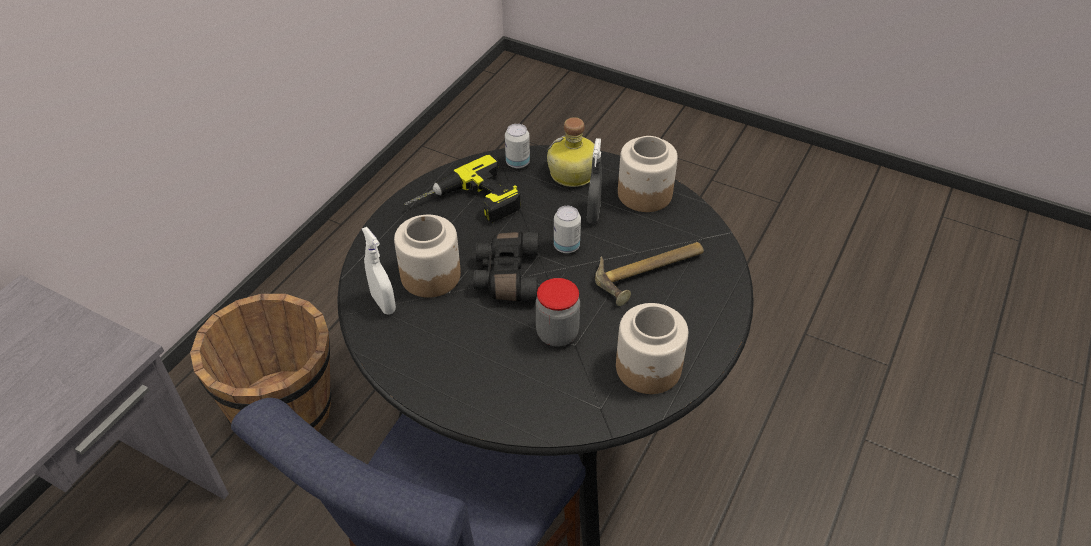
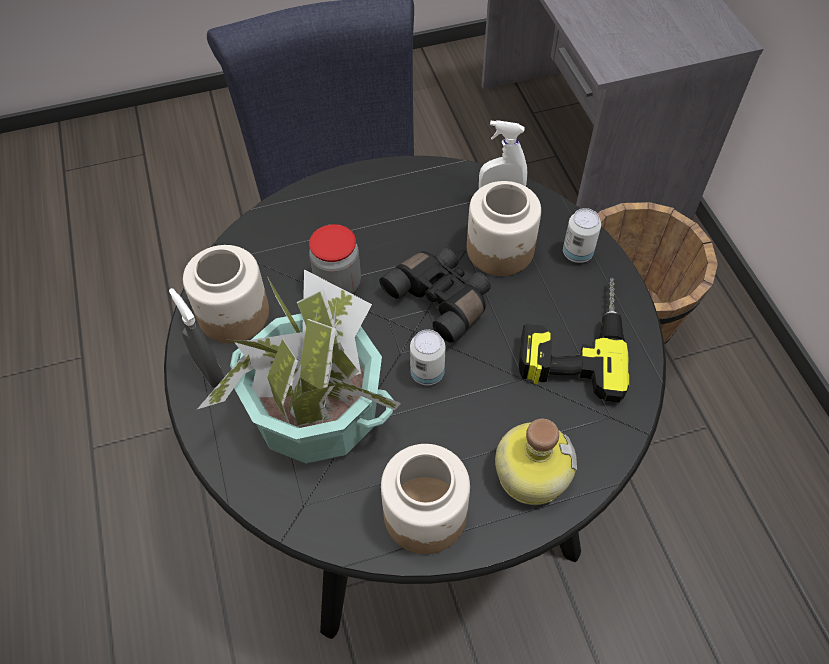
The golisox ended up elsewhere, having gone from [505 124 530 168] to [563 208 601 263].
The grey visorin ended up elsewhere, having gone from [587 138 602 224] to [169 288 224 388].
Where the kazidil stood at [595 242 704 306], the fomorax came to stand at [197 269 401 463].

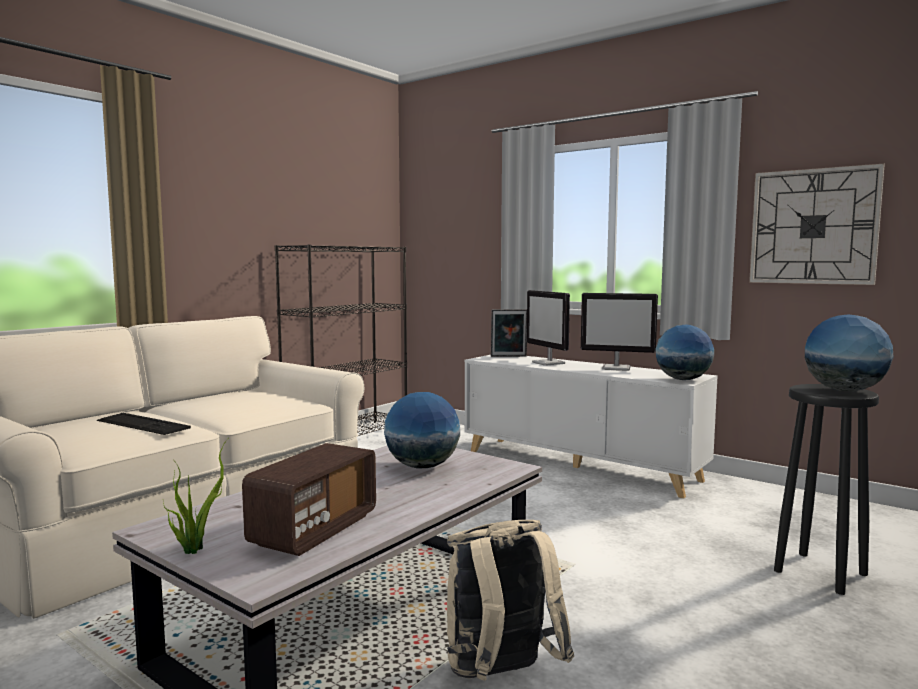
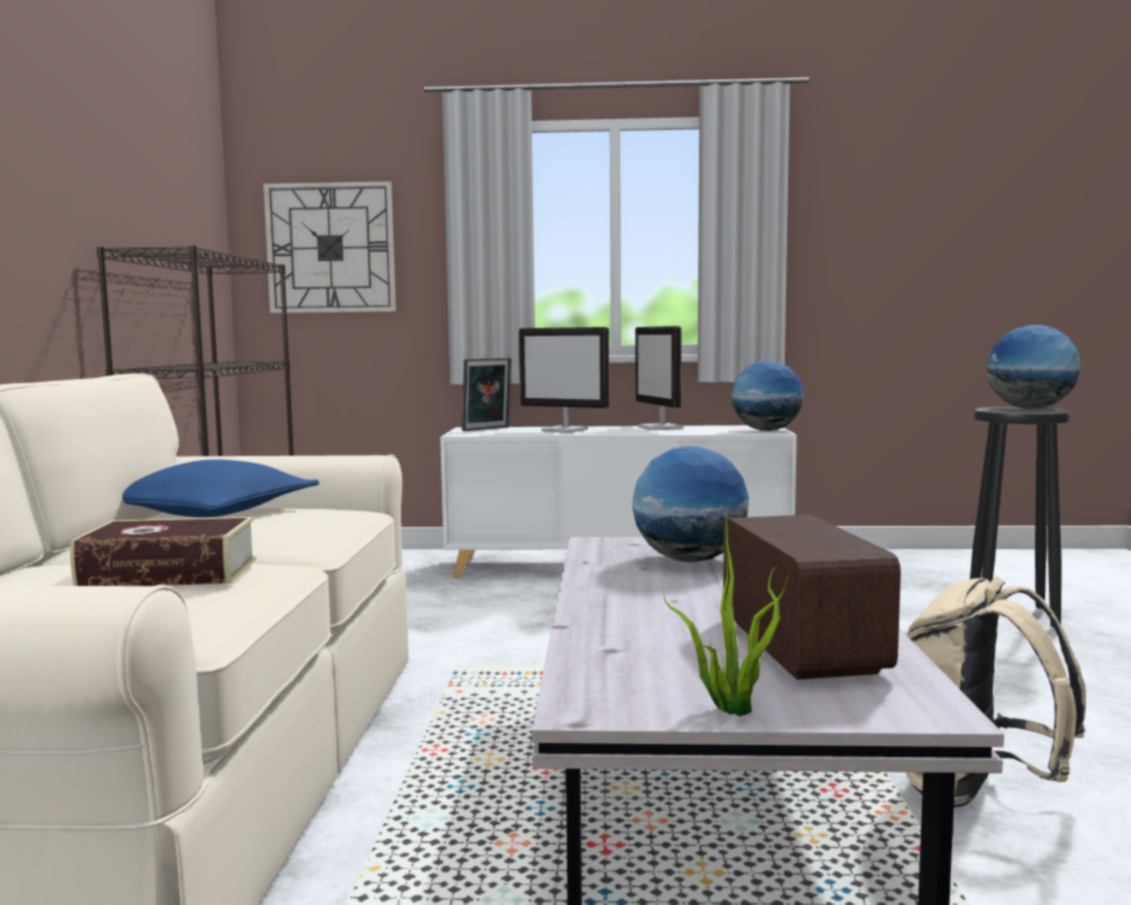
The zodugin ended up elsewhere, having gone from [749 164 885 285] to [263 181 396 313].
The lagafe at [581 293 658 371] ended up facing another way, 90 degrees clockwise from before.
Where the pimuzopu stood at [97 413 191 435], the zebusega came to stand at [70 517 256 586].
The second view gained the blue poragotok at [122 459 319 517].

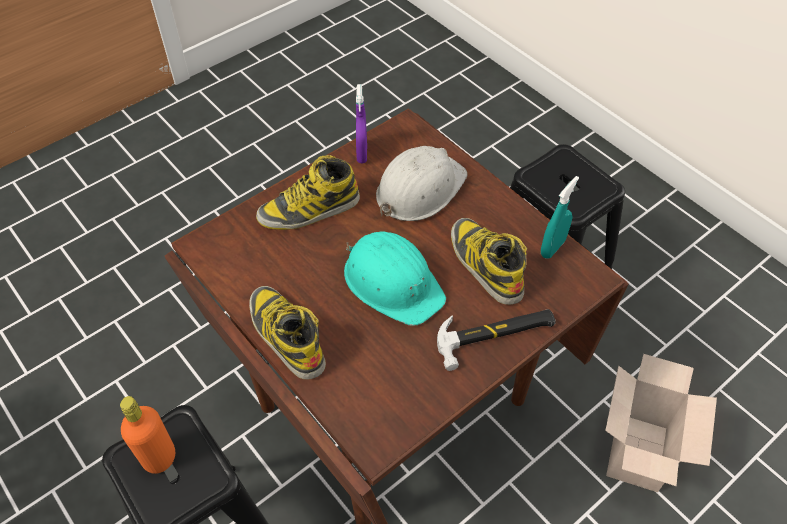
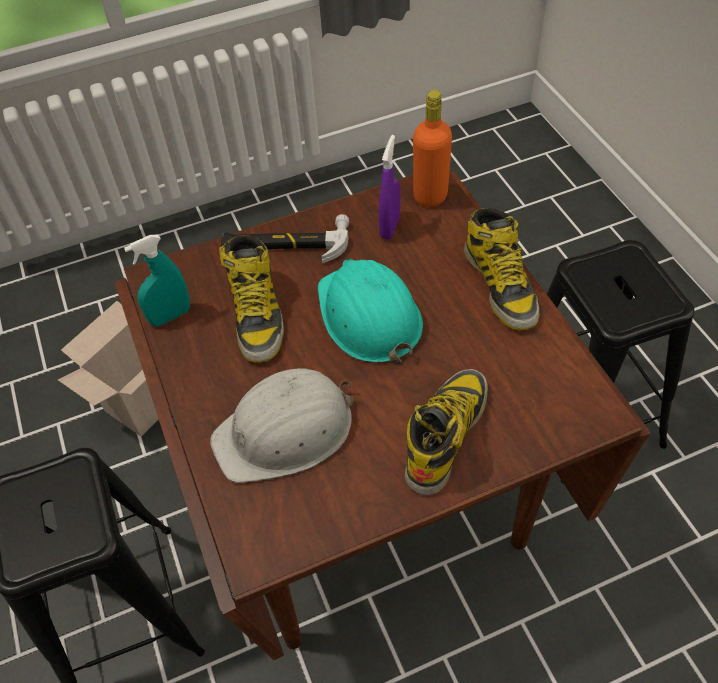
The purple visorin ended up elsewhere, having gone from [356 84 367 163] to [379 135 400 239].
The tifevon at [256 155 360 230] ended up facing another way, 60 degrees counterclockwise from before.
The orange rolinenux ended up elsewhere, having gone from [120 396 175 474] to [413 90 452 207].

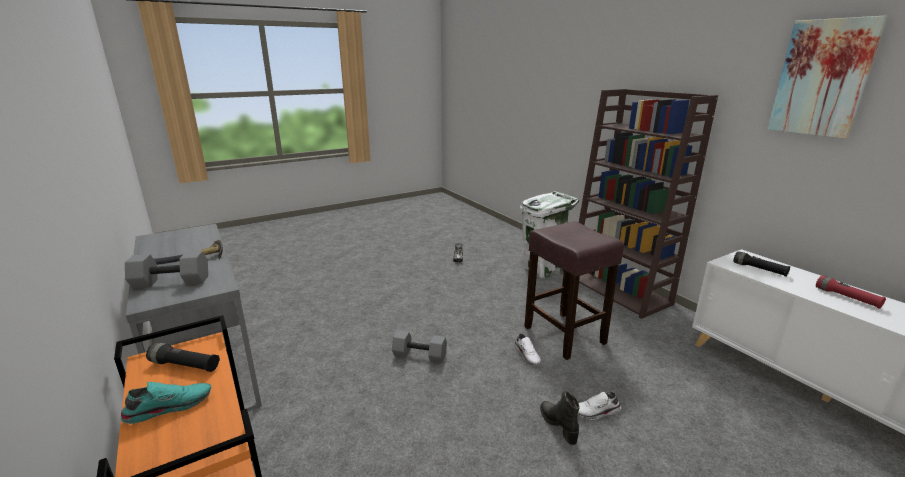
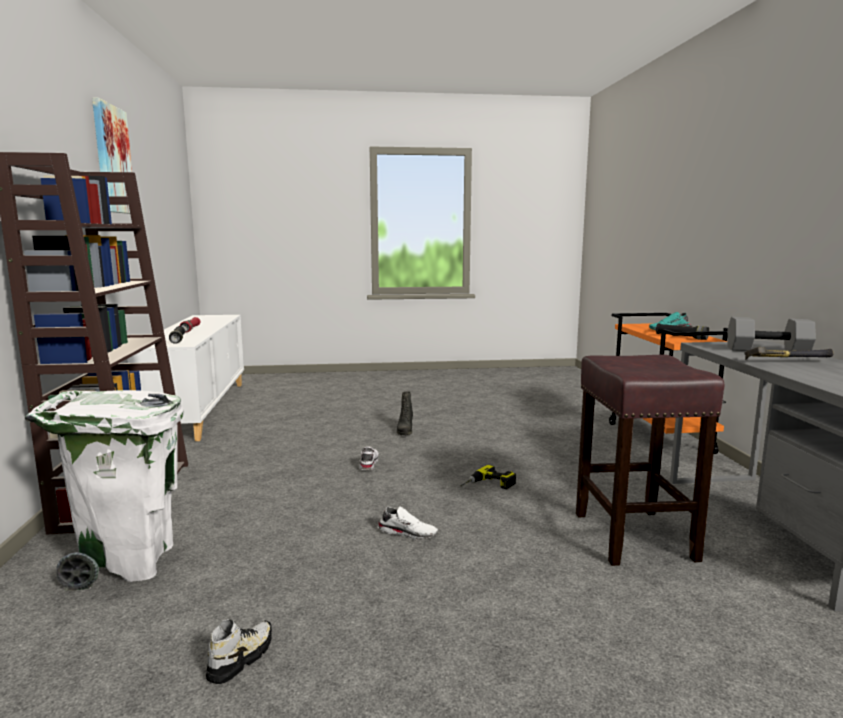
The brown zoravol ended up elsewhere, having gone from [524 221 624 360] to [576 354 724 566].
Where the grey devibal stood at [392 330 447 363], the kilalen came to stand at [460 465 516 489].
The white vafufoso ended up elsewhere, having gone from [578 392 621 420] to [378 506 438 540].

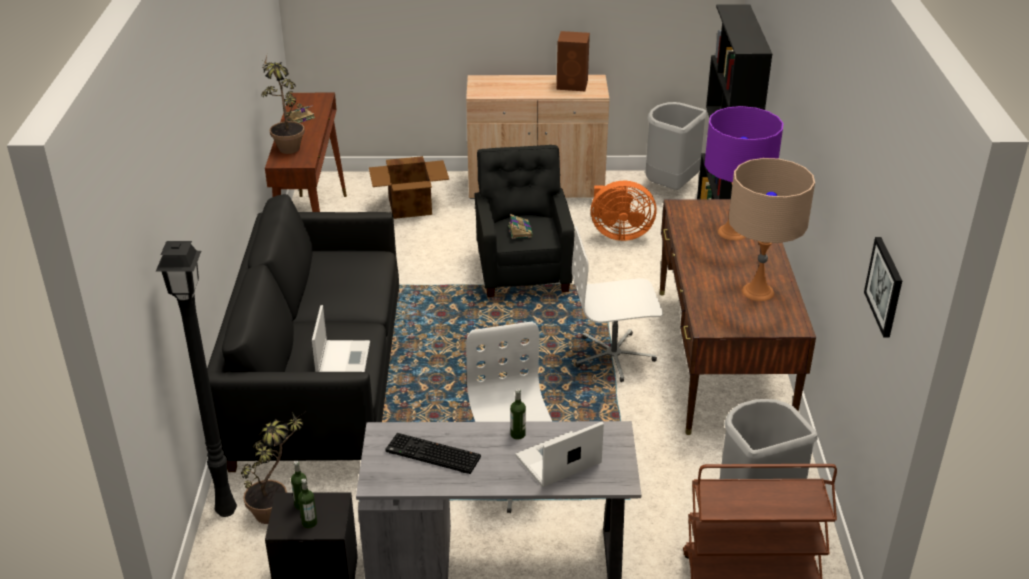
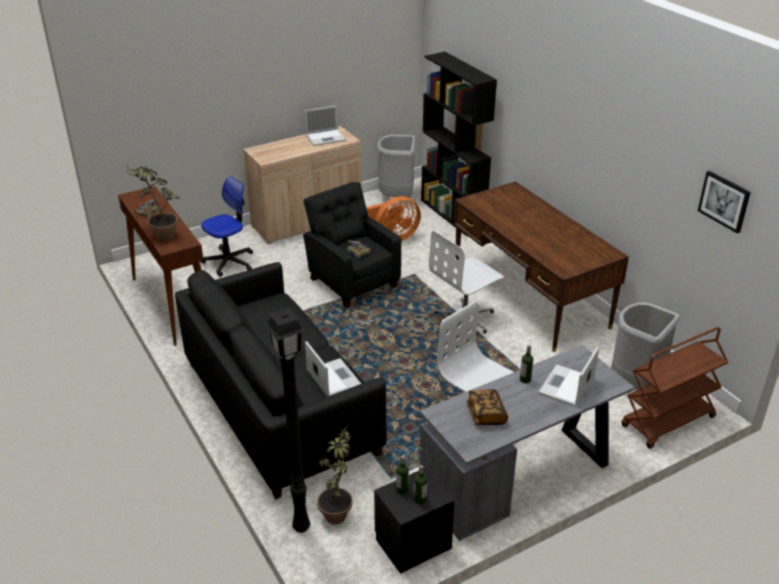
Where the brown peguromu stood at [557 31 590 91], the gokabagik came to stand at [304 105 346 146].
The second view lost the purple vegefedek at [704 106 783 240].
Where the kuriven stood at [369 156 449 219], the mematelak came to stand at [201 176 253 277].
The second view lost the beige vegefedek at [729 158 815 301].
Where the pimuzopu stood at [386 433 481 474], the zebusega came to stand at [467 389 508 425].

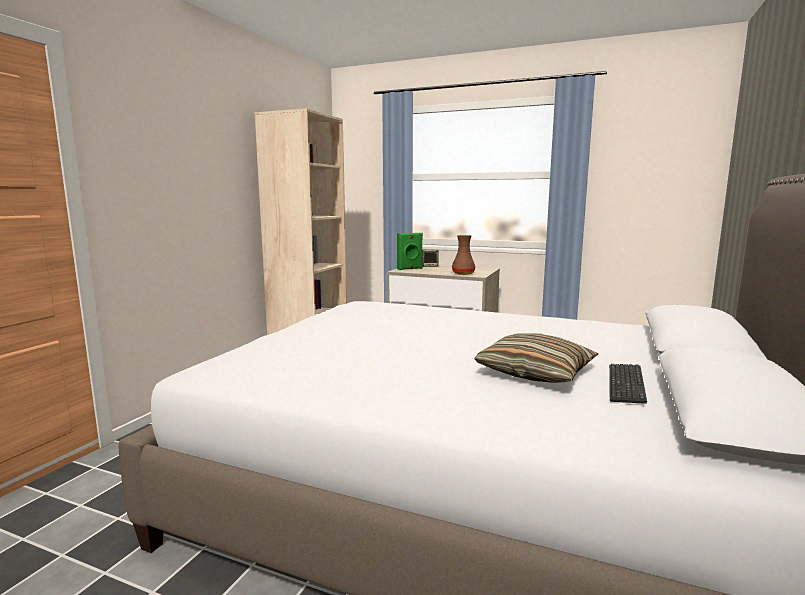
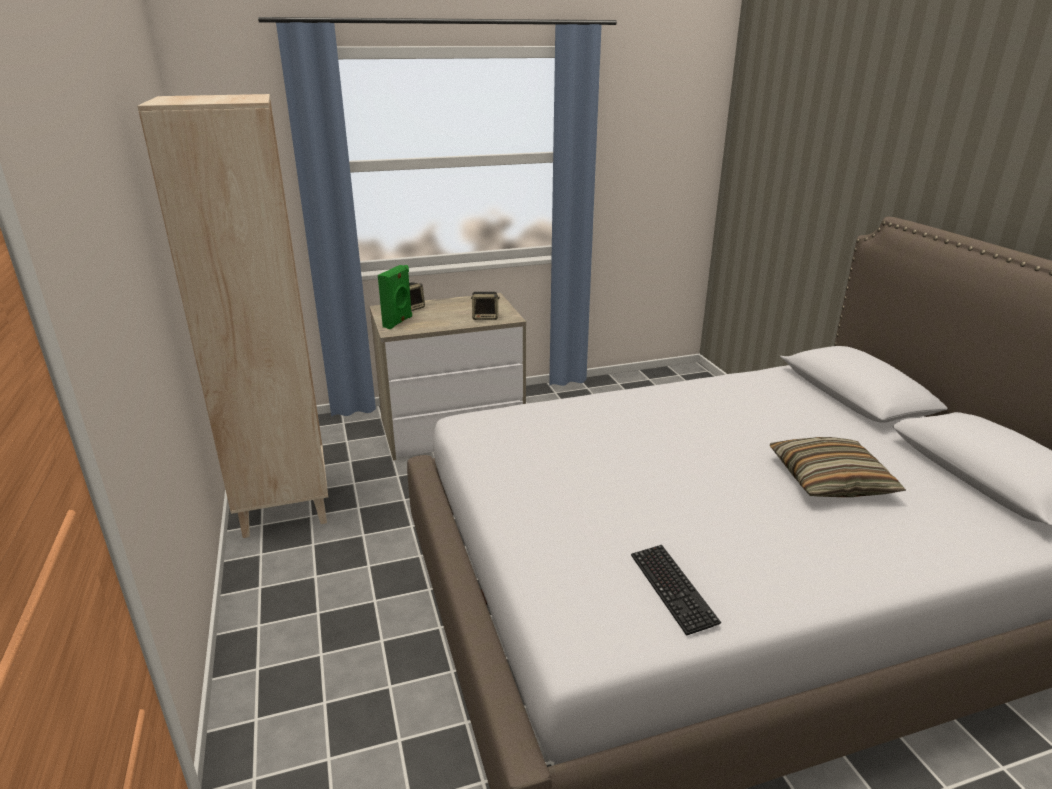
Where the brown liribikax stood at [452 235 475 275], the peguromu came to stand at [471 292 500 320].
The pimuzopu ended up elsewhere, having gone from [609 364 647 404] to [631 545 721 636].

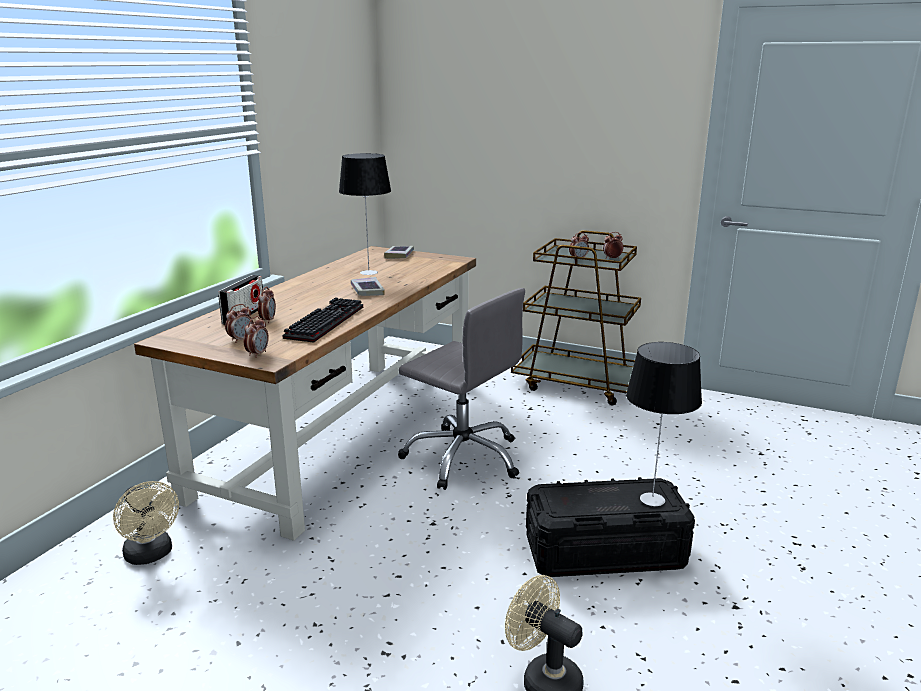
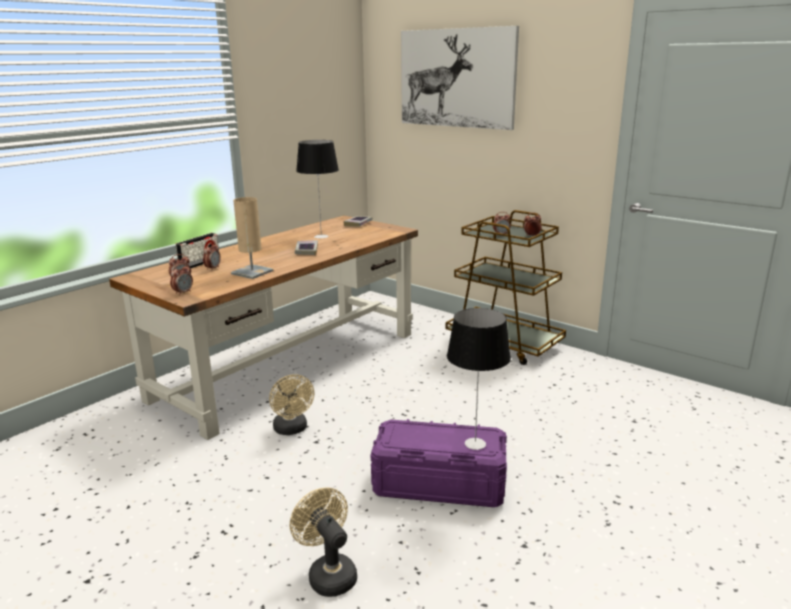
The second view lost the grey mematelak at [398 288 525 490].
Where the pimuzopu stood at [282 297 363 343], the beige vegefedek came to stand at [231 197 273 279].
What was the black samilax at [526 477 695 577] turned into the purple samilax at [371 419 507 507].
The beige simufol ended up elsewhere, having gone from [113 481 179 565] to [269 374 314 435].
The second view gained the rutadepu at [401 26 519 130].

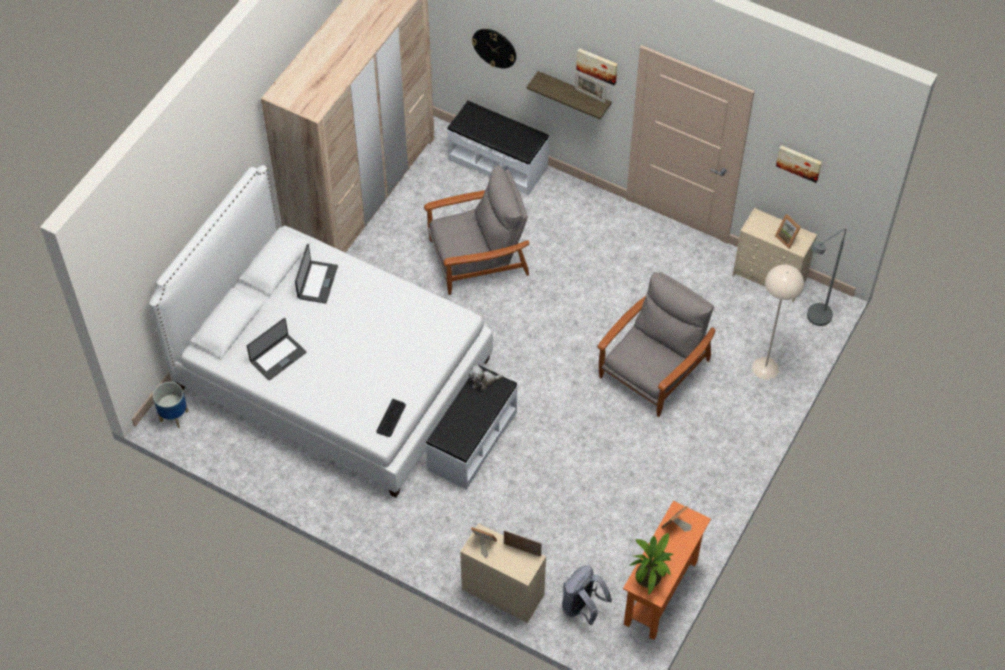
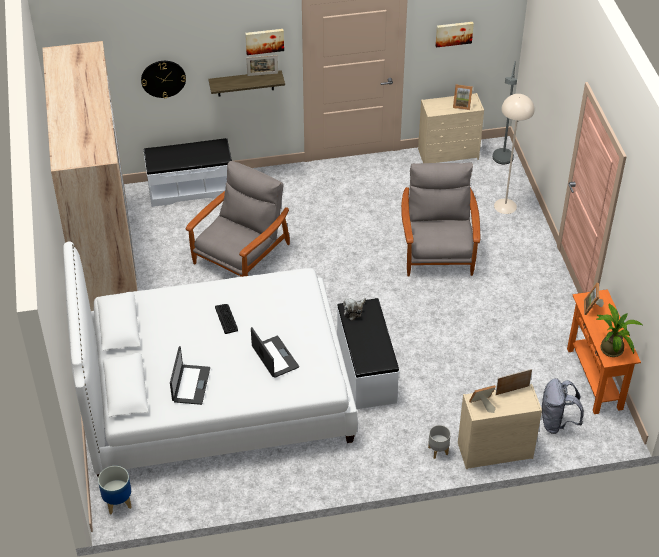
The gokabagik ended up elsewhere, having gone from [295 244 338 303] to [251 327 299 378].
The pimuzopu ended up elsewhere, having gone from [376 399 406 437] to [215 304 238 334].
The second view gained the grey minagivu at [428 425 451 459].

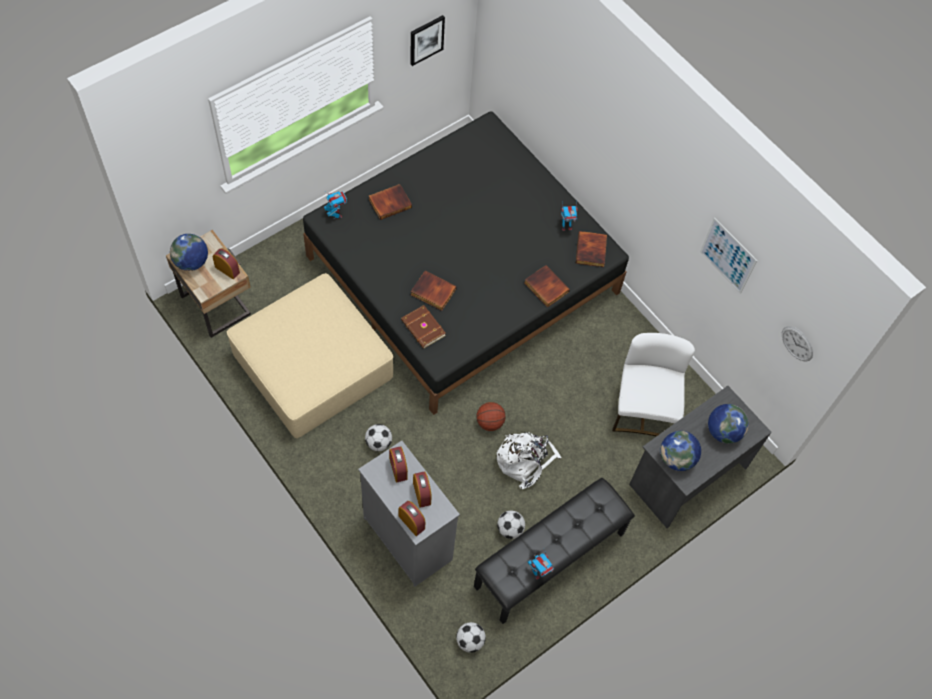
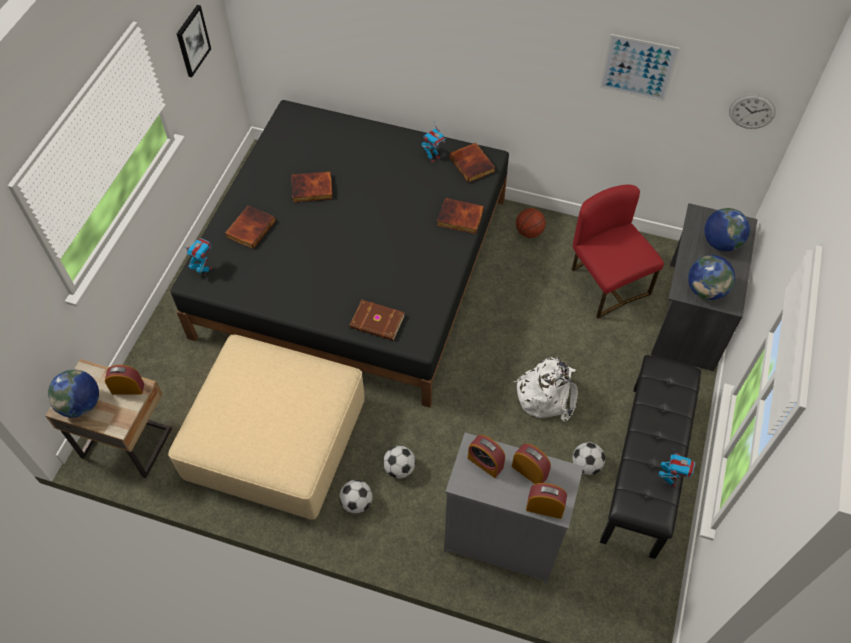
The zebusega ended up elsewhere, having gone from [411 271 457 311] to [291 171 333 203].
What was the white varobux at [612 333 695 436] turned into the red varobux at [572 185 664 319].
The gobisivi ended up elsewhere, having gone from [476 402 506 431] to [516 208 546 238].
The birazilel ended up elsewhere, having gone from [456 622 486 653] to [339 480 373 514].

